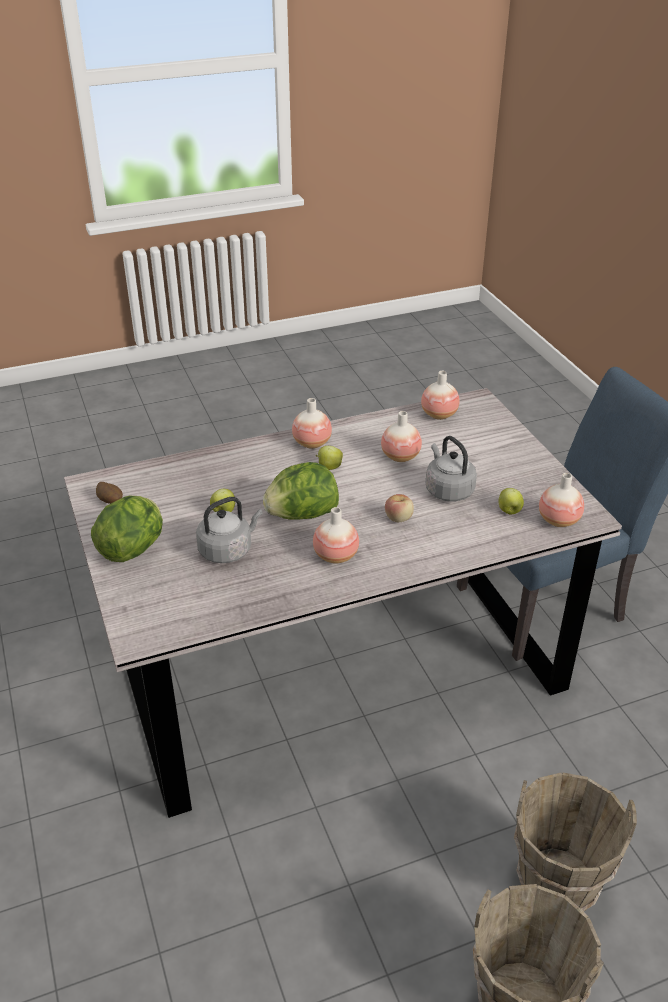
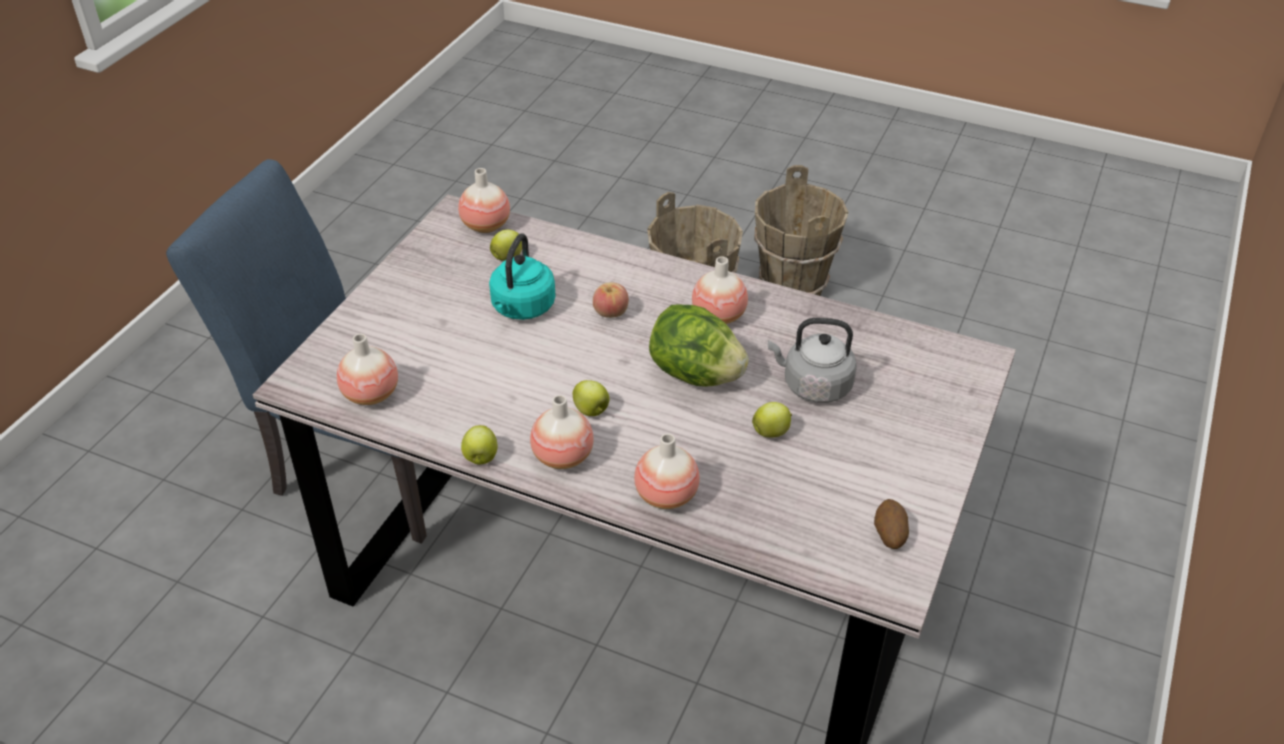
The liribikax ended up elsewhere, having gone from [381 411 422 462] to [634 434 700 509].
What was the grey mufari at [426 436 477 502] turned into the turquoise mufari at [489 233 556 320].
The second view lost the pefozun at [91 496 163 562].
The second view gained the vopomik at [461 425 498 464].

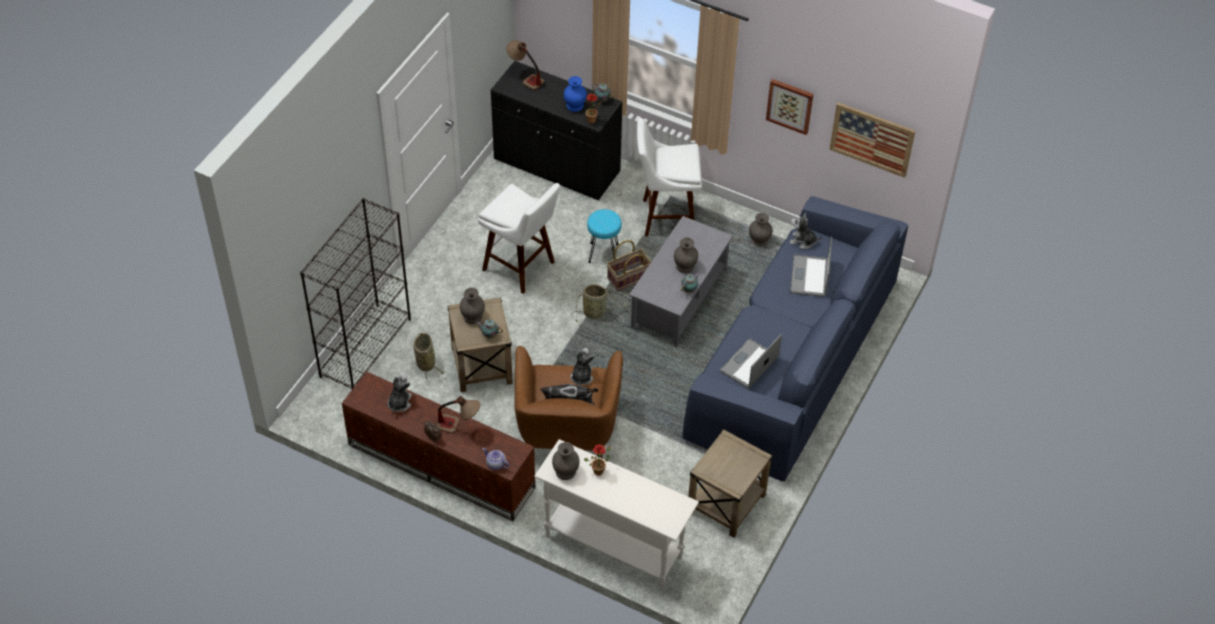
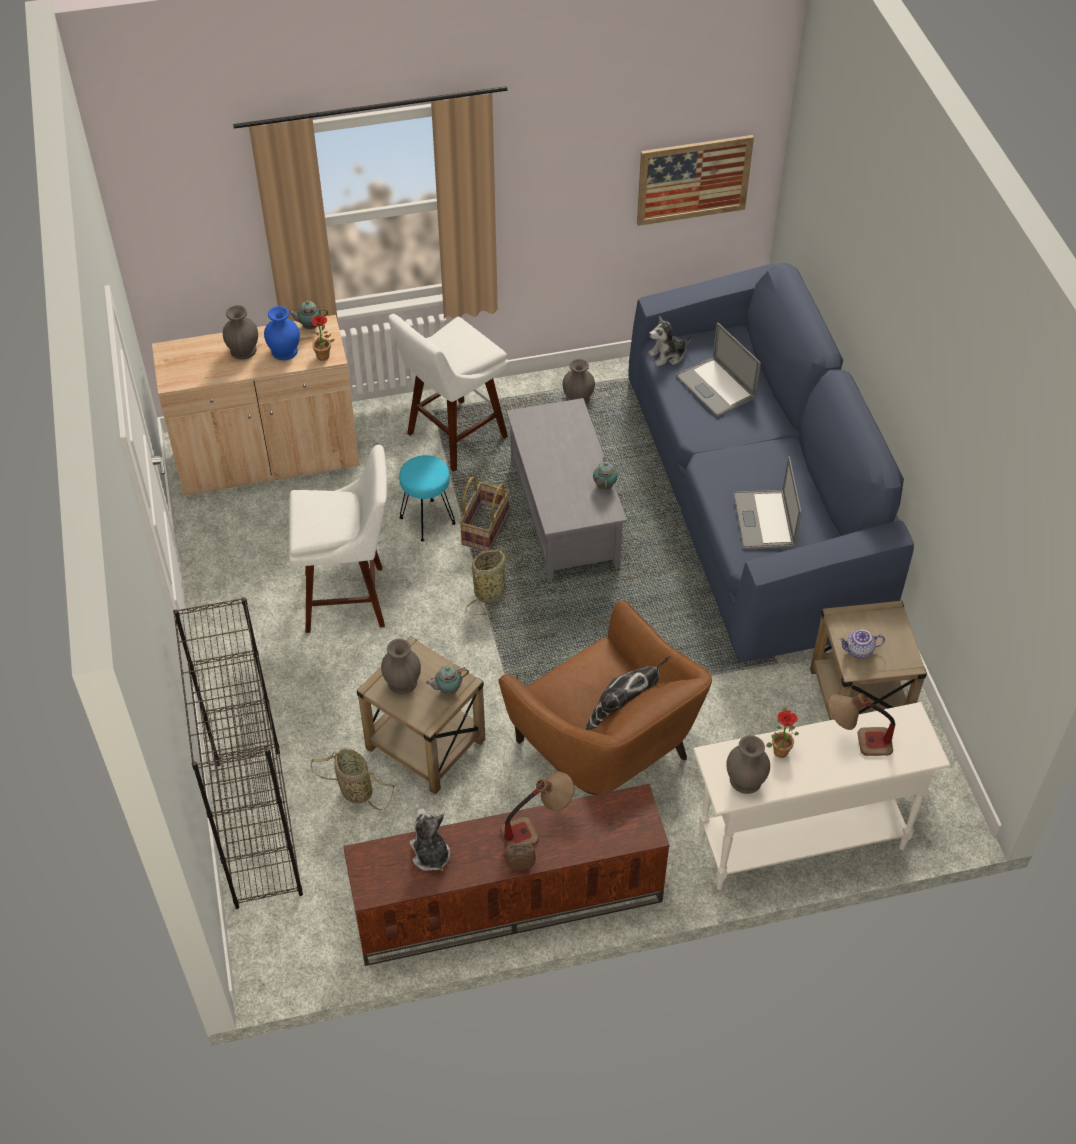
The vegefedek ended up elsewhere, having gone from [507 40 545 90] to [828 693 895 756].
What was the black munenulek at [491 61 623 201] turned into the beige munenulek at [152 315 360 495].
The second view lost the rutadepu at [766 79 813 135].
The grey liribikax ended up elsewhere, having gone from [674 238 698 273] to [223 305 258 360].
The second view lost the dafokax at [570 348 595 386].
The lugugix ended up elsewhere, having gone from [482 448 509 470] to [839 630 885 659].

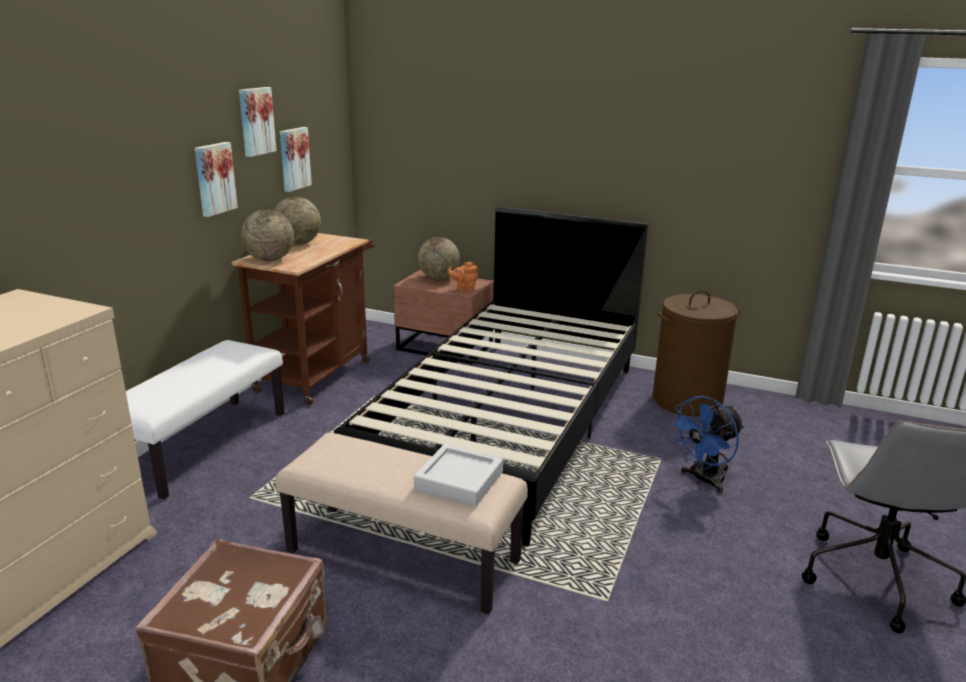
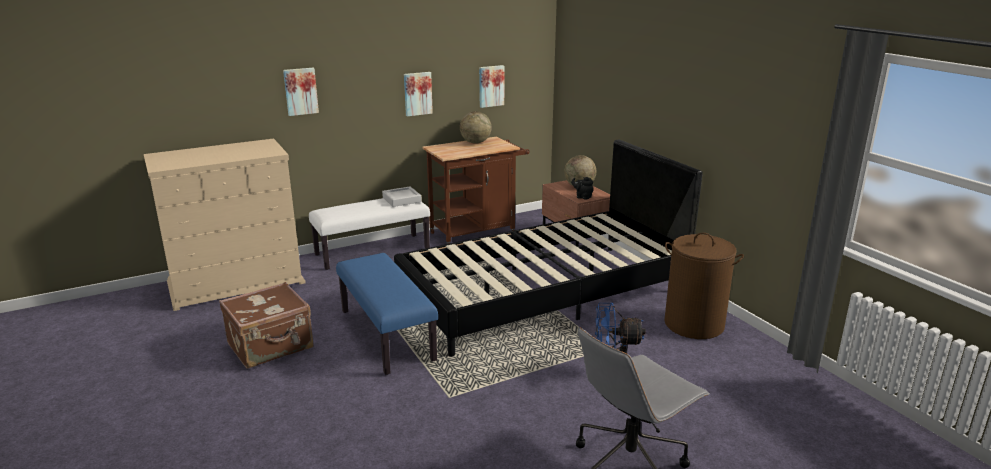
The rutadepu ended up elsewhere, having gone from [239 87 277 157] to [283 68 319 116].
The second view lost the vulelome at [241 210 294 261].
What was the orange lugugix at [448 262 478 292] turned into the black lugugix at [571 177 593 200].
What was the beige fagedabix at [275 433 528 614] turned into the blue fagedabix at [336 253 438 375].
The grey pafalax ended up elsewhere, having gone from [414 444 503 506] to [382 186 422 207].

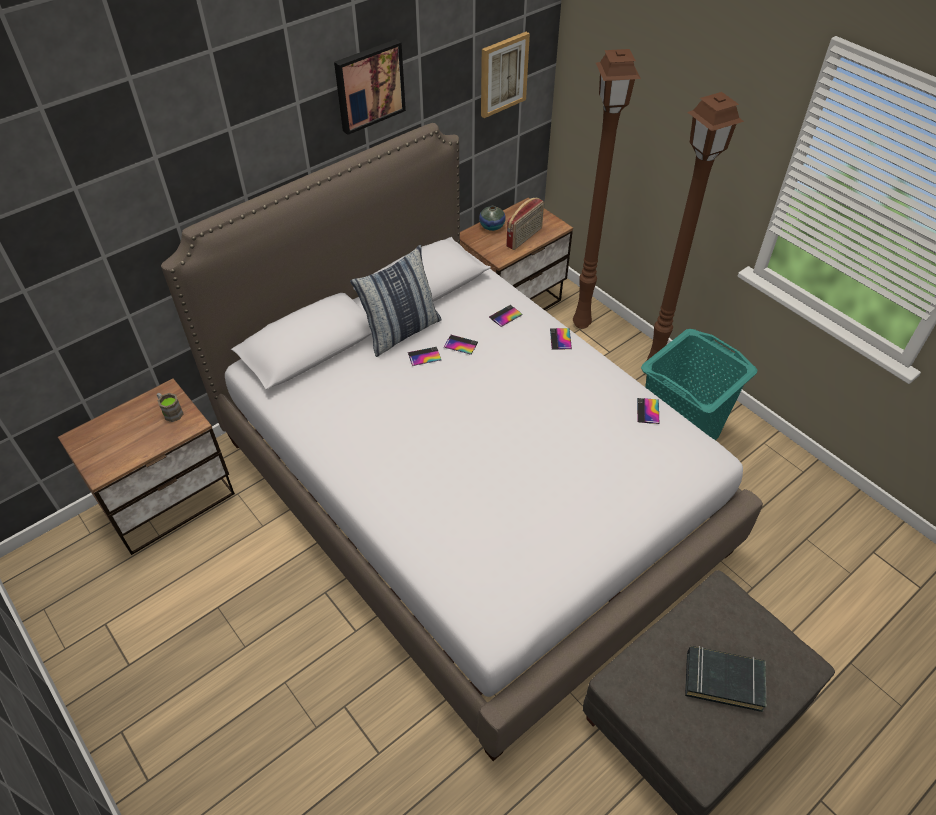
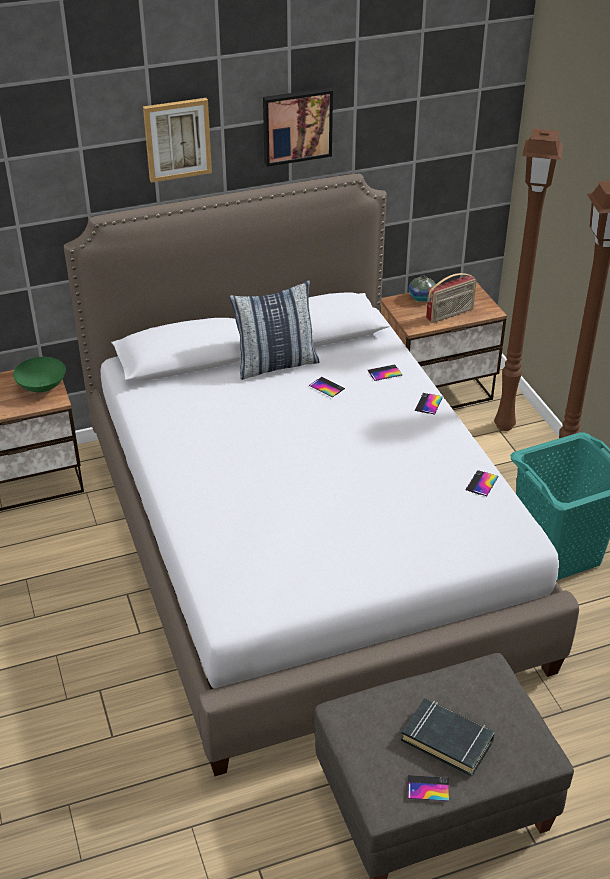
The rutadepu ended up elsewhere, having gone from [481 32 530 118] to [143 98 212 183].
The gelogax ended up elsewhere, having gone from [408 347 441 366] to [408 775 449 801].
Where the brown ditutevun stood at [157 393 183 422], the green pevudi came to stand at [13 357 66 392].

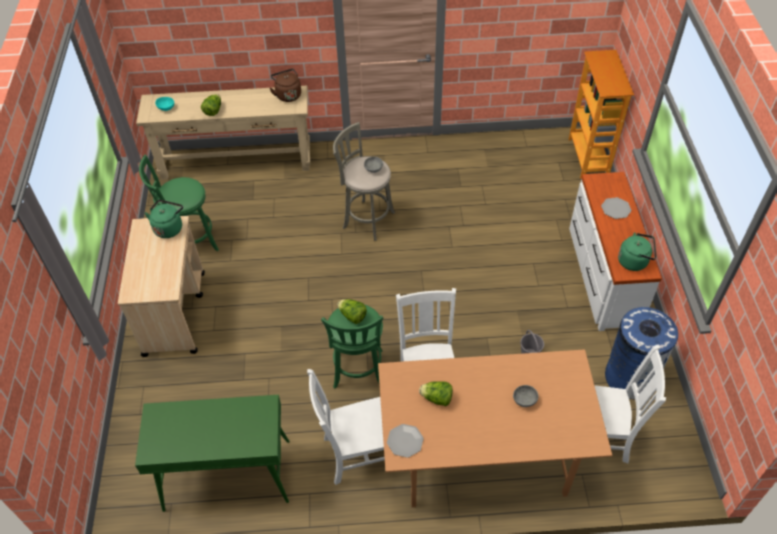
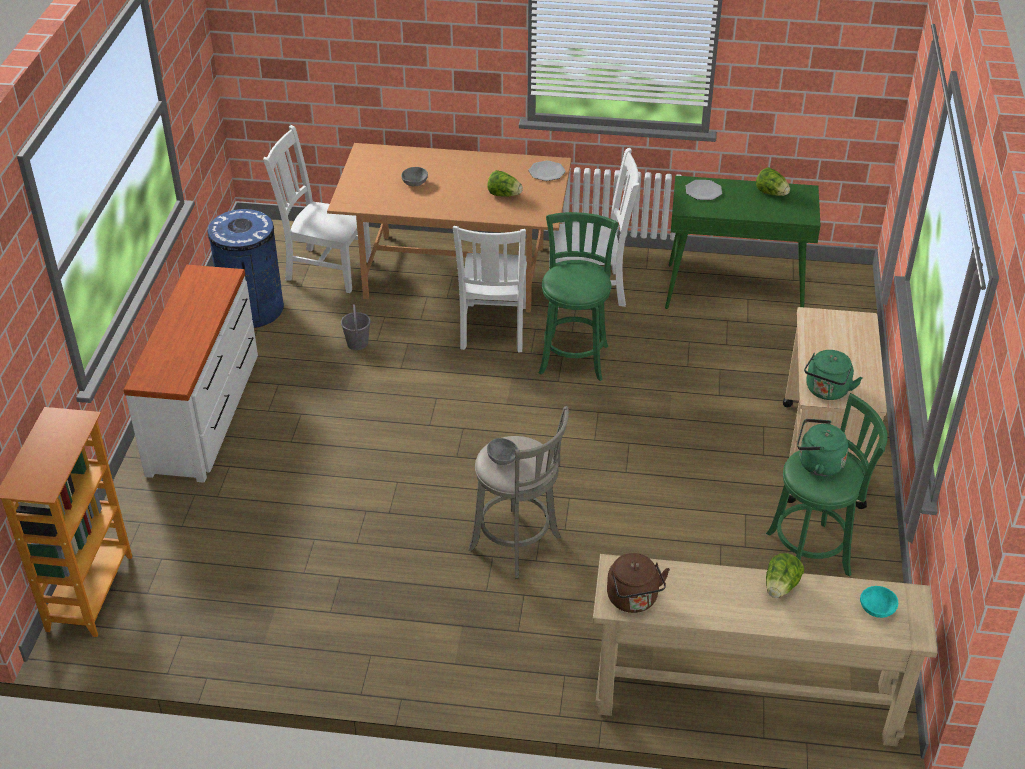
The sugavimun ended up elsewhere, having gone from [601 197 632 219] to [686 180 722 200].
The green mufari ended up elsewhere, having gone from [618 232 657 271] to [797 419 849 476].
The pefozun ended up elsewhere, having gone from [337 299 367 324] to [756 167 790 196].

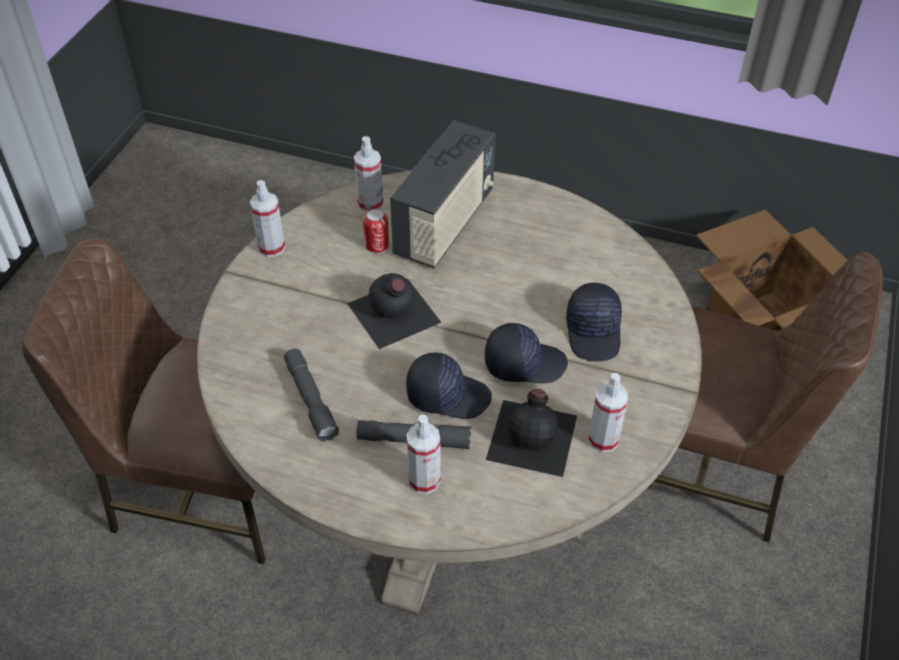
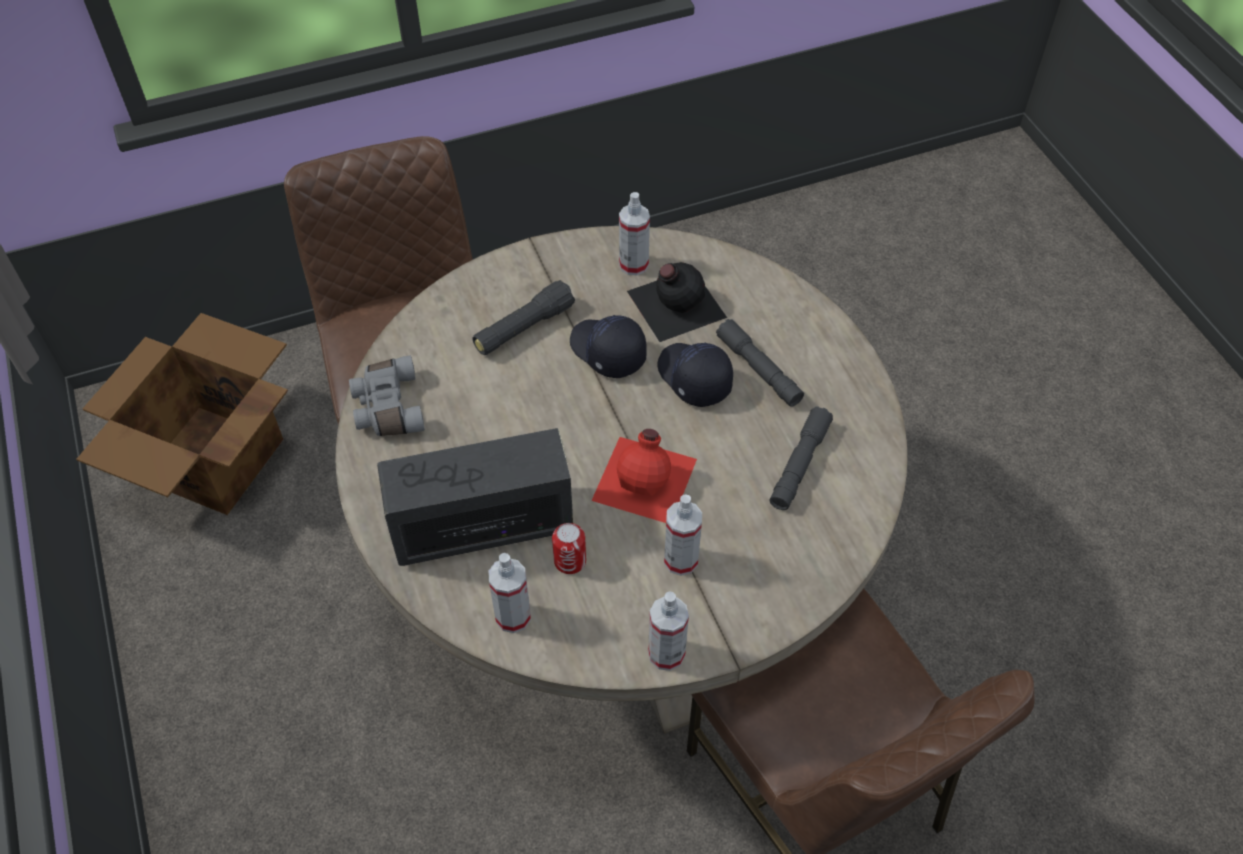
What was the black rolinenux at [347 273 442 349] turned into the red rolinenux at [591 429 697 523].
Where the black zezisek stood at [566 283 622 362], the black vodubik came to stand at [473 280 575 355].
The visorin ended up elsewhere, having gone from [406 414 441 494] to [664 495 702 576].
The second view gained the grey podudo at [349 355 425 436].

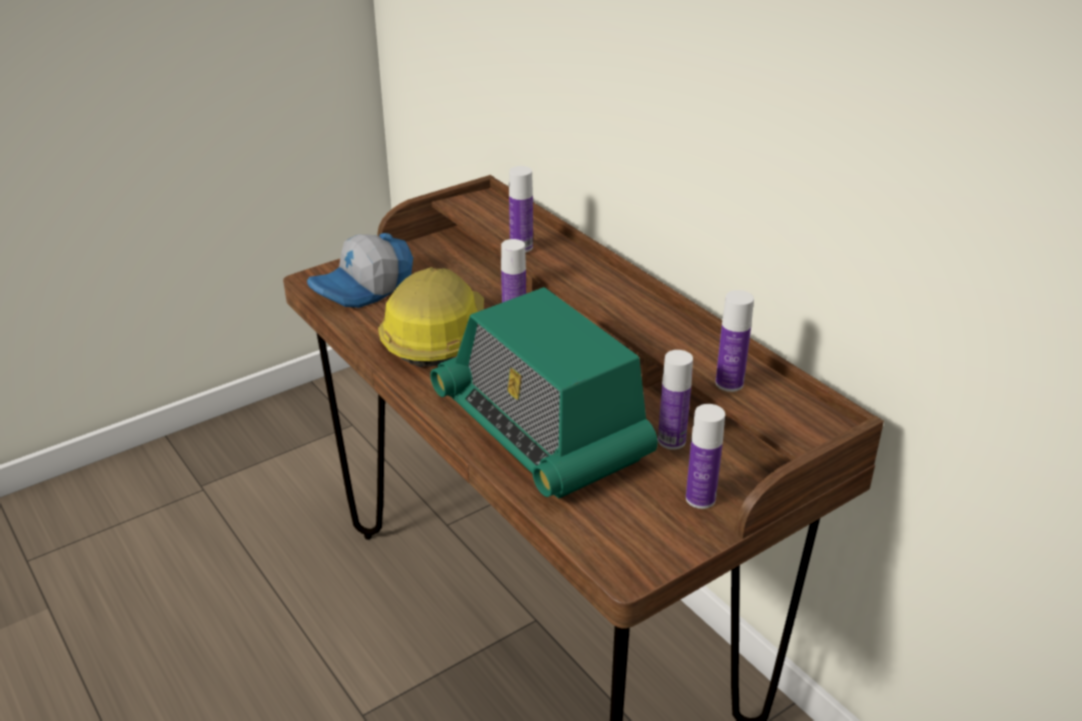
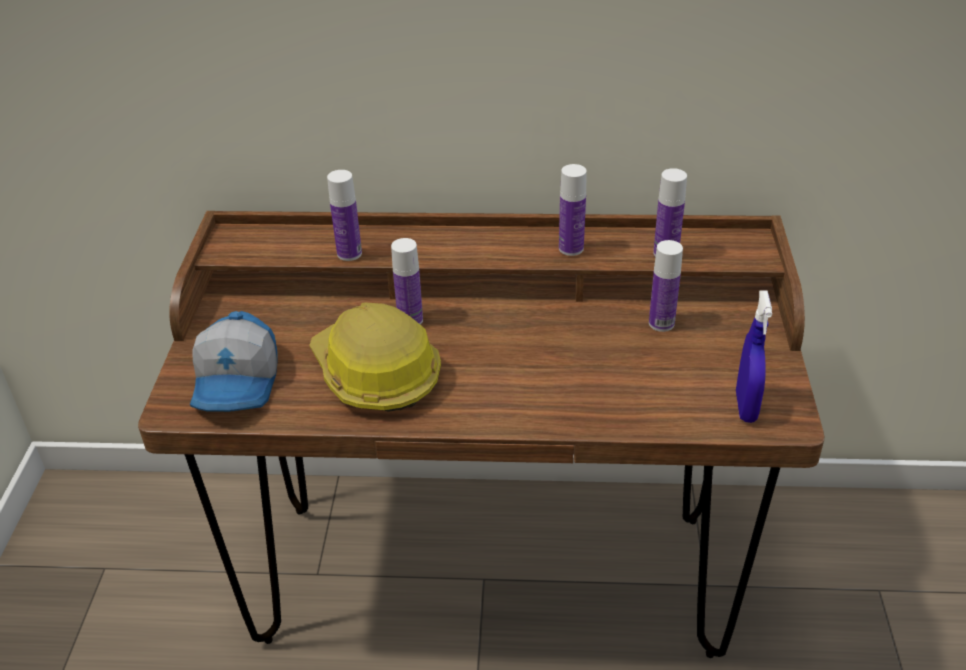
The second view lost the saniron at [430 287 658 499].
The rolinenux ended up elsewhere, having gone from [686 404 725 509] to [559 164 587 256].
The second view gained the blue visorin at [736 290 772 423].

